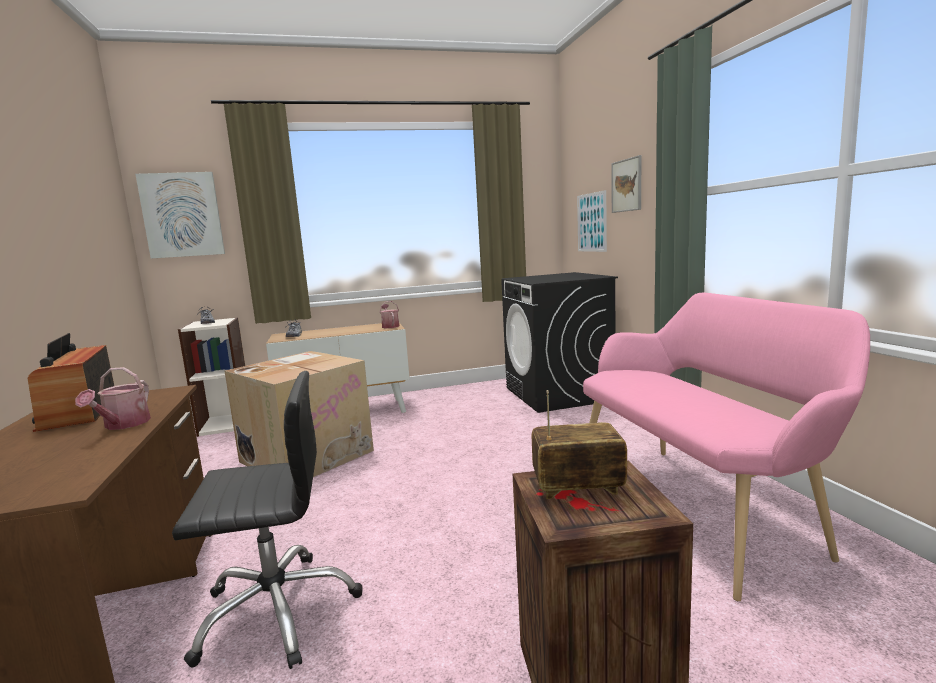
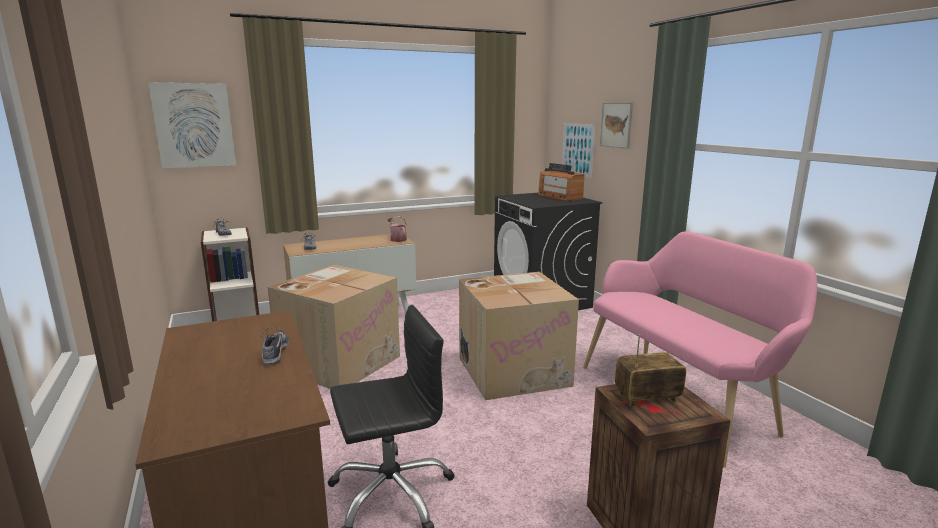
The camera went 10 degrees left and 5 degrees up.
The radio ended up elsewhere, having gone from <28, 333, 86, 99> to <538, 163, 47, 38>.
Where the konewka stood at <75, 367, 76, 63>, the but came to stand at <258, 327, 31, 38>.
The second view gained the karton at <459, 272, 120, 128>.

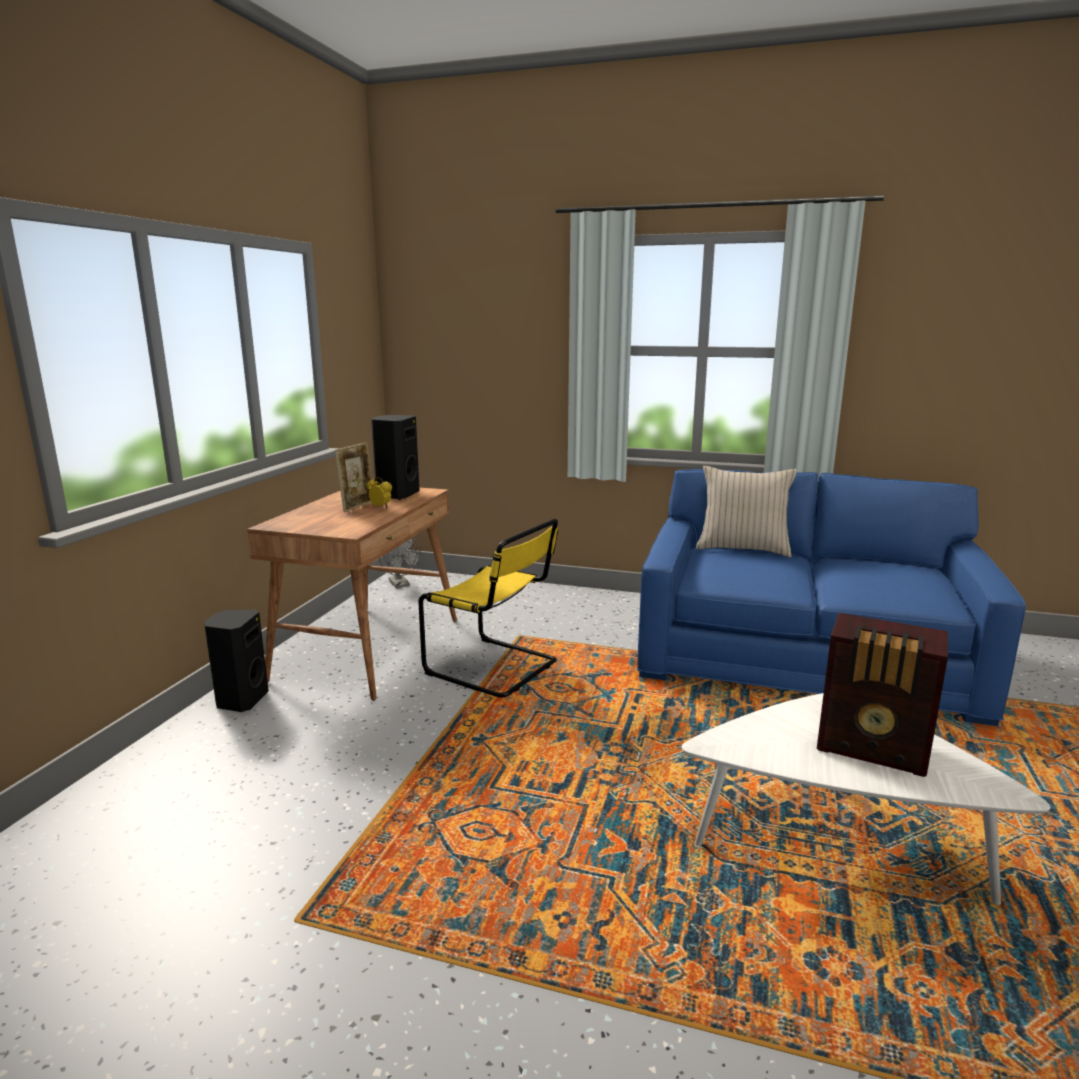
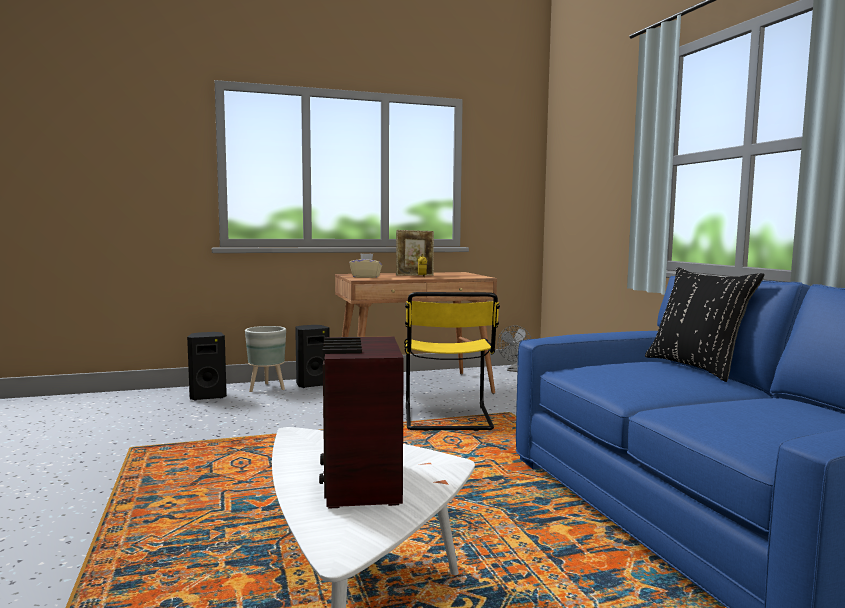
The camera went 55 degrees right and 10 degrees down.
The głośnik (czarny) ended up elsewhere, having gone from <371, 415, 48, 85> to <187, 332, 40, 68>.
What was the poduszka (beżowy) at <696, 466, 101, 91> turned into the poduszka (czarny) at <645, 267, 120, 115>.
The second view gained the pudełko chusteczek (beżowy) at <350, 254, 32, 24>.
The second view gained the donica (szary) at <245, 326, 41, 66>.

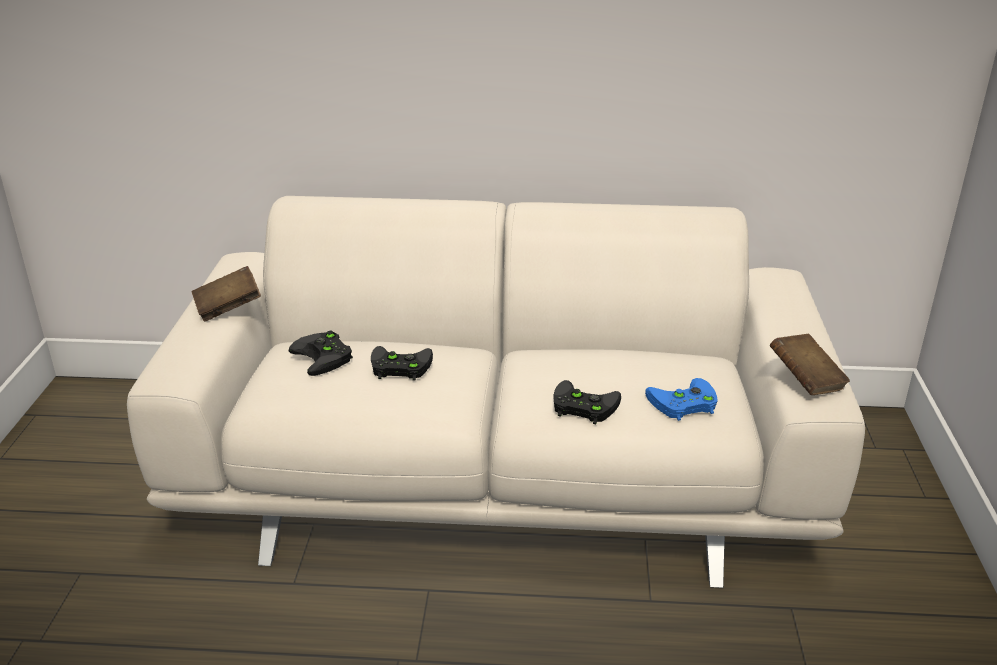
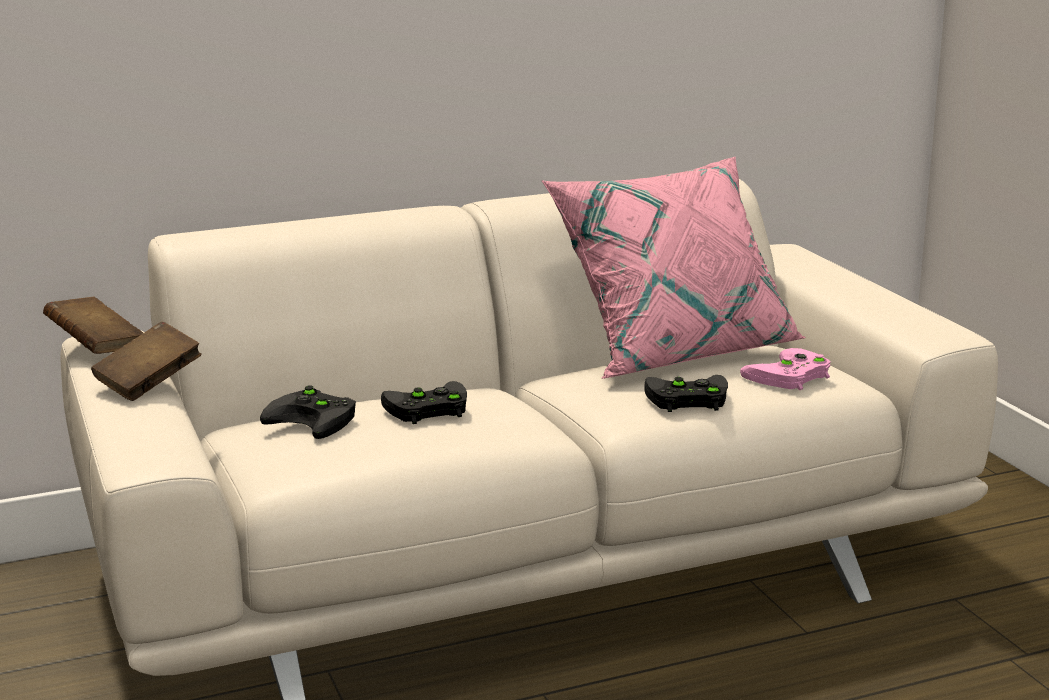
The camera went 25 degrees left and 10 degrees down.
The książka (brązowy) ended up elsewhere, having gone from <770, 334, 80, 61> to <43, 297, 100, 57>.
What was the pad do gier (niebieski) at <645, 378, 73, 43> turned into the pad do gier (różowy) at <740, 348, 91, 42>.
The second view gained the poduszka (różowy) at <542, 156, 264, 223>.

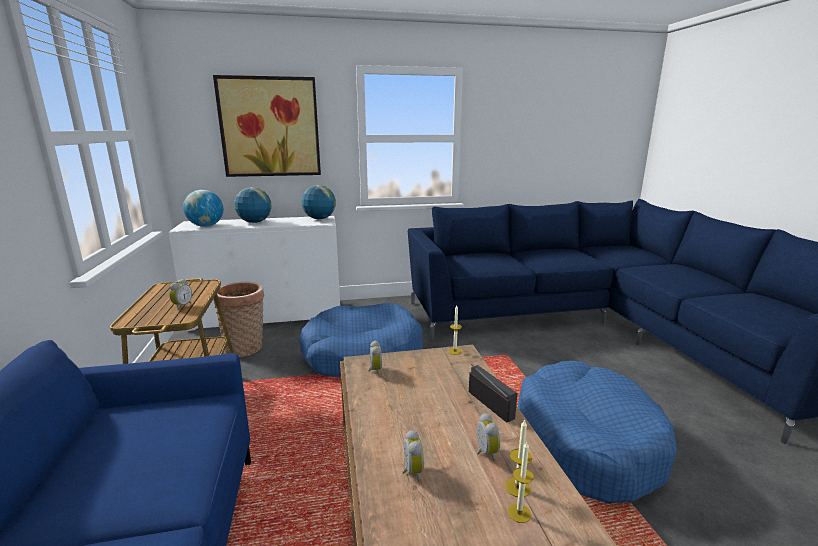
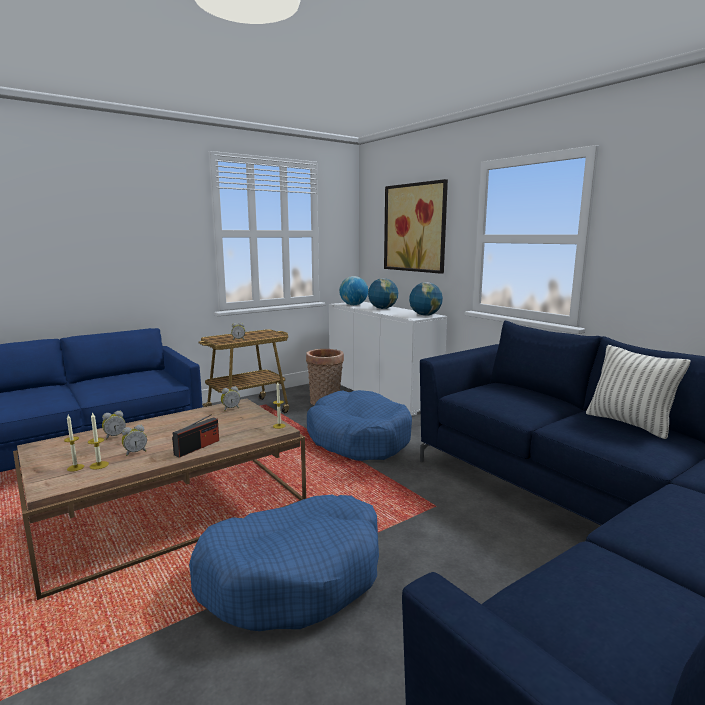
The camera went 65 degrees right and 5 degrees down.
The second view gained the poduszka at <586, 345, 104, 94>.

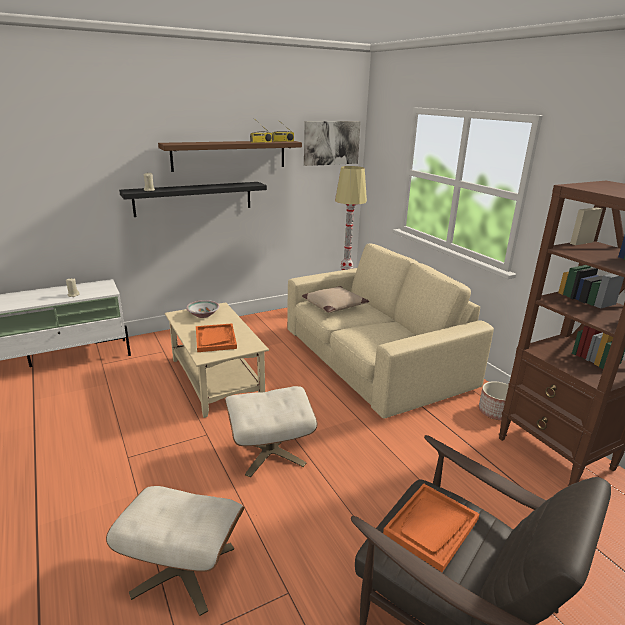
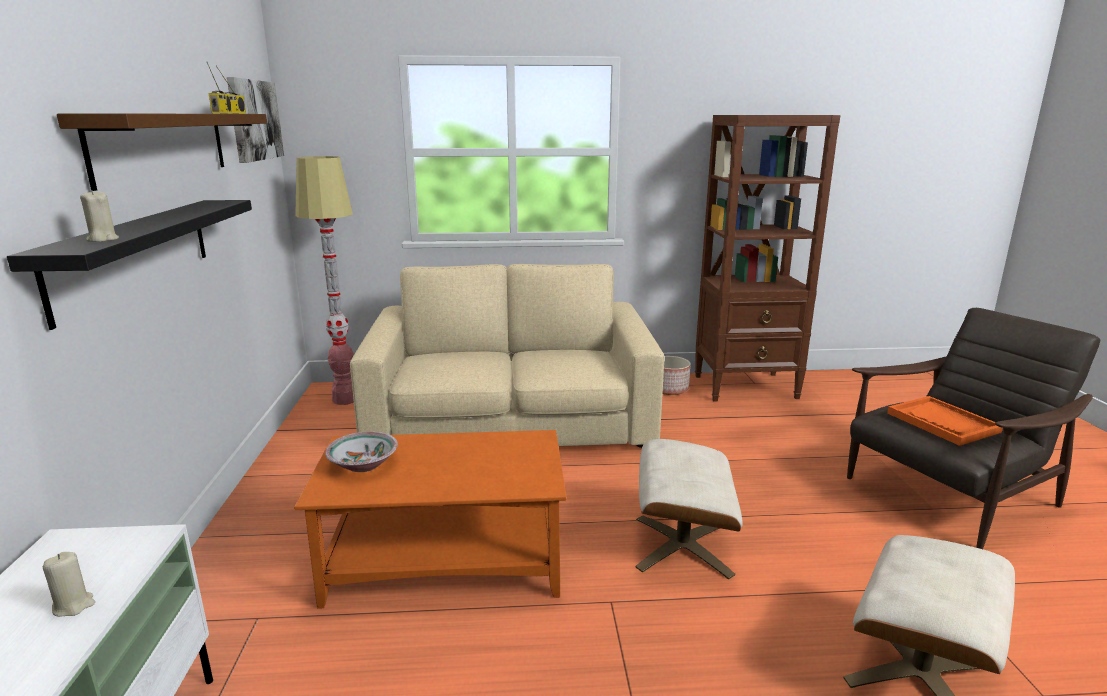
The camera went 65 degrees left and 5 degrees down.
The second view lost the poduszka (beżowy) at <302, 286, 67, 27>.
What was the ława (beżowy) at <165, 303, 104, 115> turned into the ława (pomarańczowy) at <294, 430, 273, 179>.
The second view lost the taca (pomarańczowy) at <196, 323, 41, 29>.

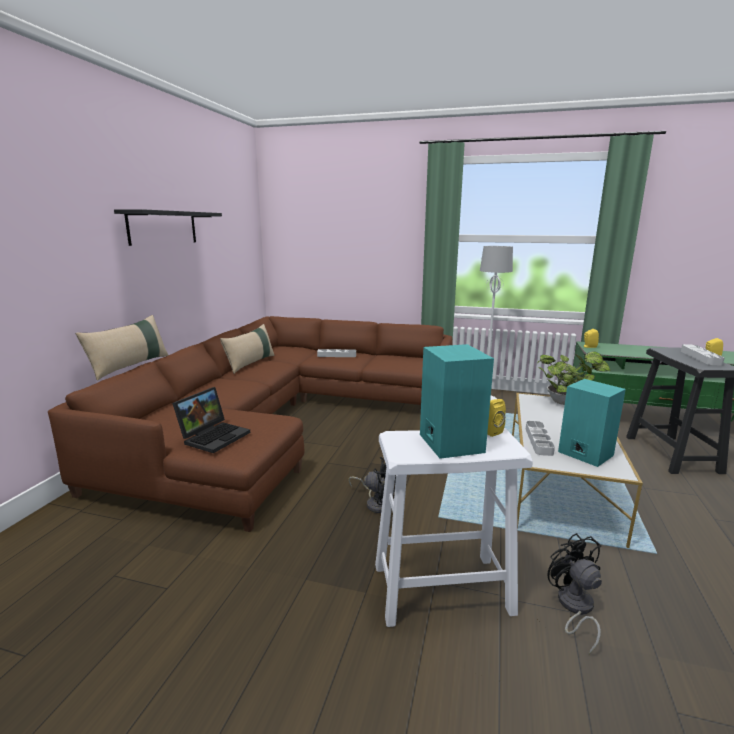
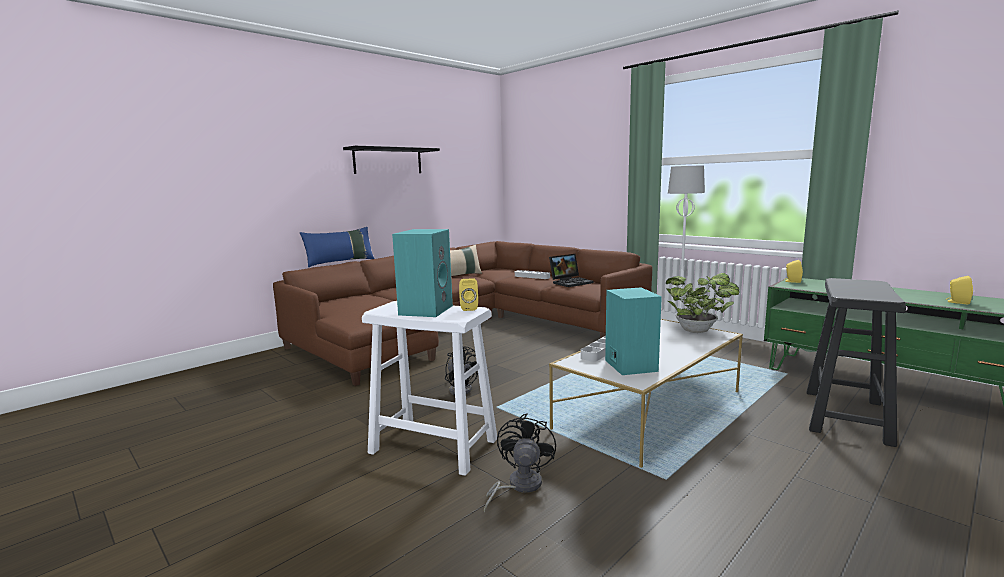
The camera went 30 degrees right and 5 degrees down.
What was the poduszka (beżowy) at <75, 315, 94, 66> turned into the poduszka (niebieski) at <300, 227, 75, 40>.
The second view lost the taca (szary) at <681, 344, 43, 21>.
The laptop ended up elsewhere, having gone from <172, 387, 78, 66> to <549, 254, 44, 33>.

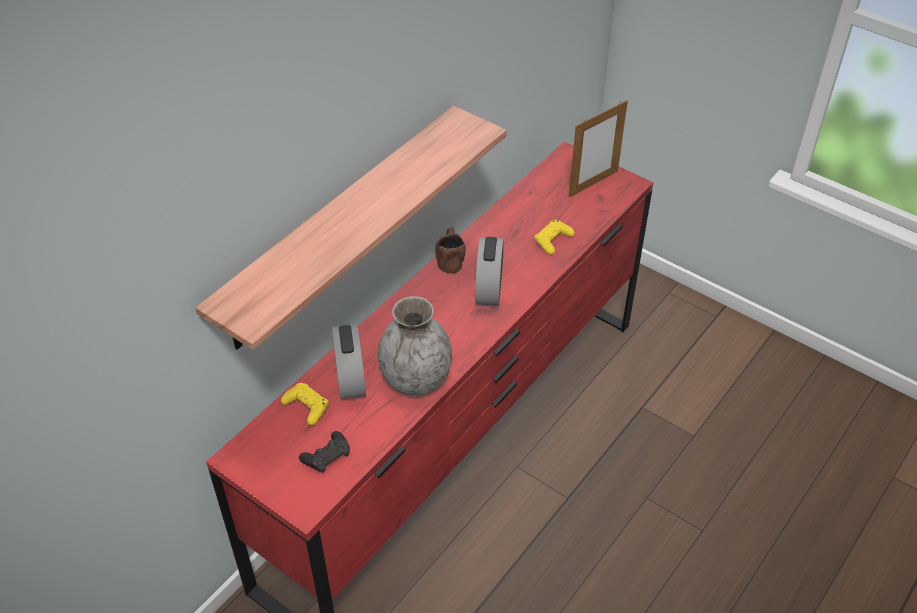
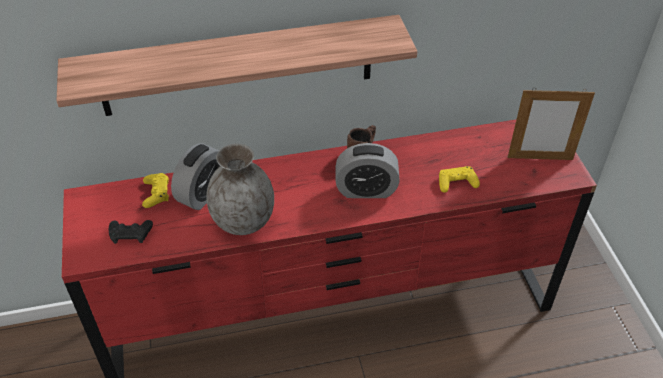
The camera went 40 degrees right and 0 degrees up.
The budzik at <475, 237, 29, 69> ended up facing another way, 45 degrees clockwise from before.

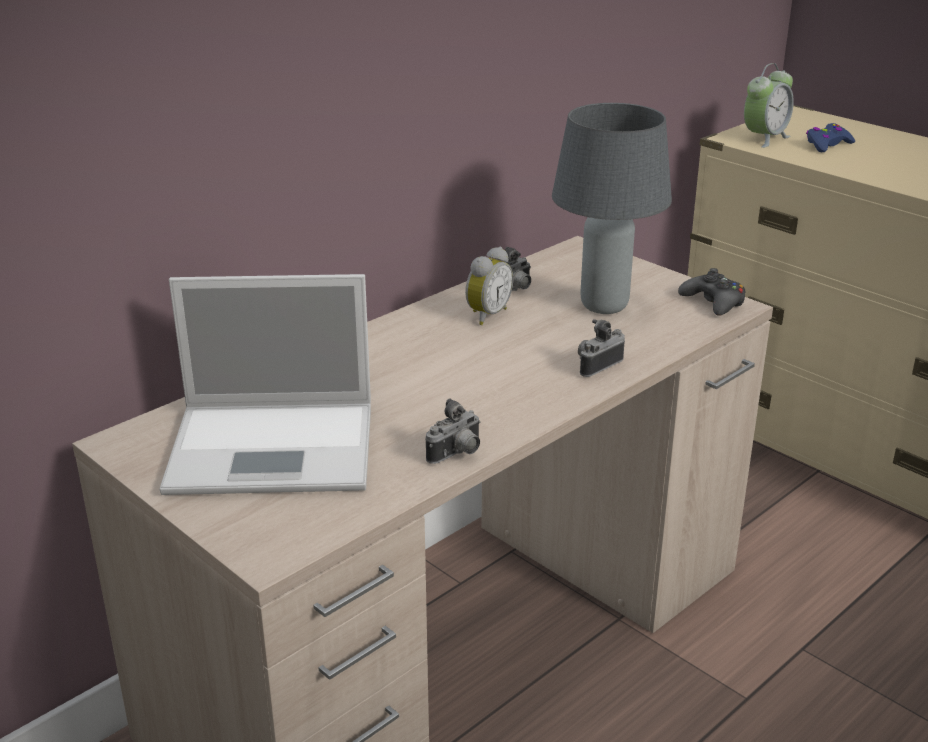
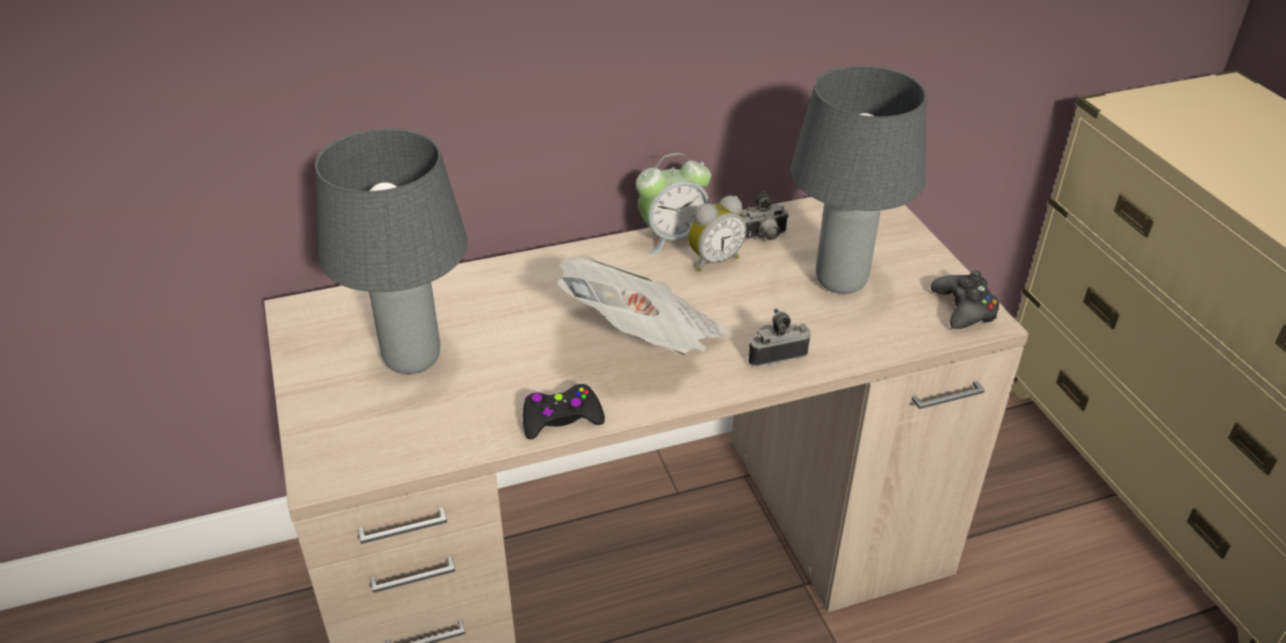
The camera went 25 degrees right and 10 degrees up.
The budzik ended up elsewhere, having gone from <744, 63, 50, 85> to <636, 153, 75, 101>.
The second view lost the pad do gier (niebieski) at <806, 123, 49, 30>.
Where the laptop stood at <160, 274, 211, 221>, the lampa stołowa (szary) came to stand at <315, 128, 153, 246>.
Where the aparat fotograficzny stood at <426, 398, 55, 66>, the pad do gier (czarny) came to stand at <523, 384, 82, 55>.
The second view gained the gazeta at <556, 255, 175, 100>.

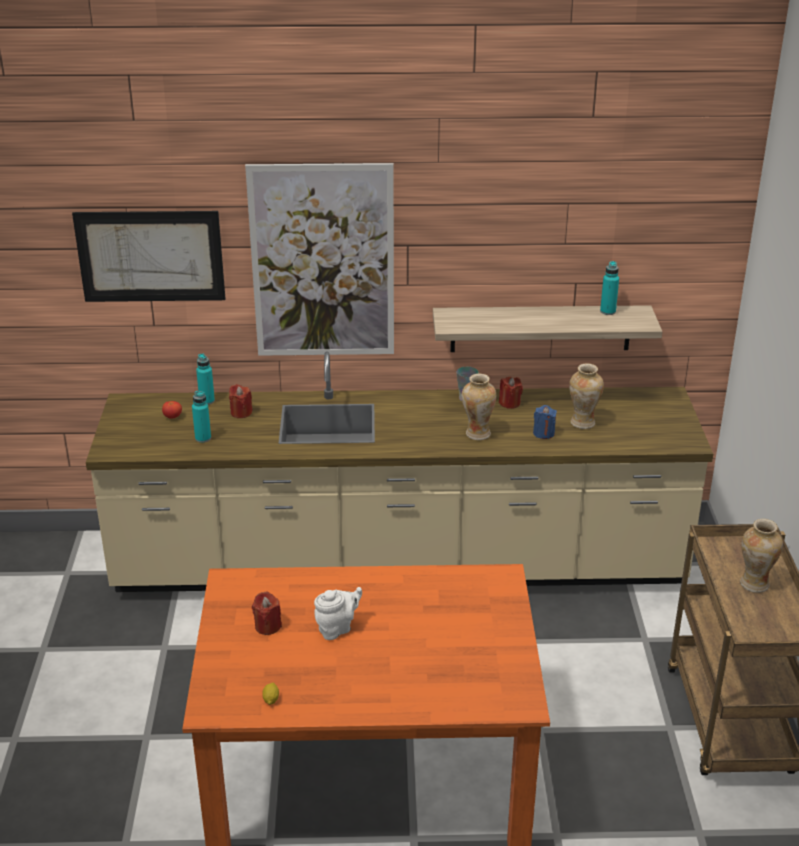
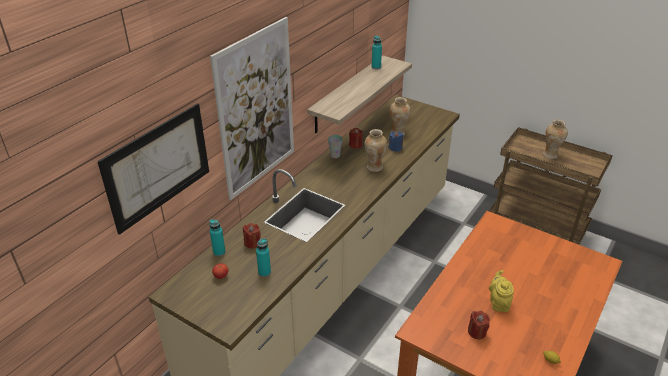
The camera went 55 degrees left and 5 degrees up.
What was the imbryk (biały) at <314, 587, 48, 53> turned into the imbryk (żółty) at <489, 270, 25, 42>.

